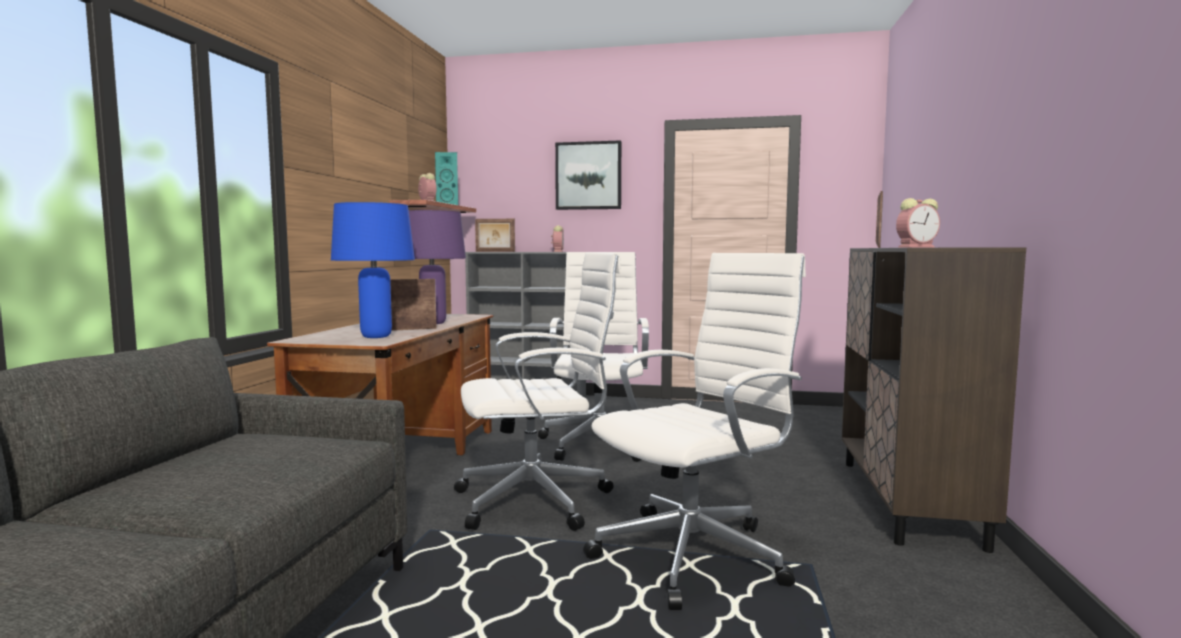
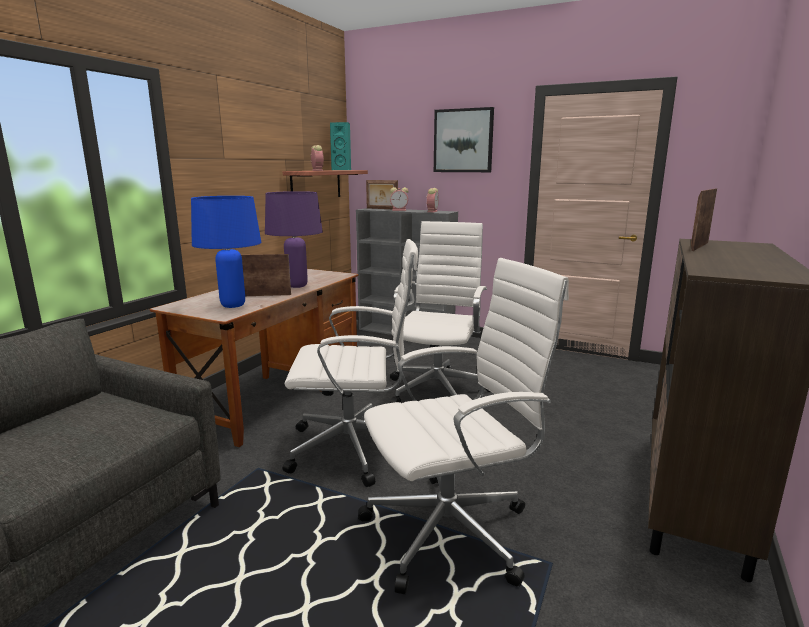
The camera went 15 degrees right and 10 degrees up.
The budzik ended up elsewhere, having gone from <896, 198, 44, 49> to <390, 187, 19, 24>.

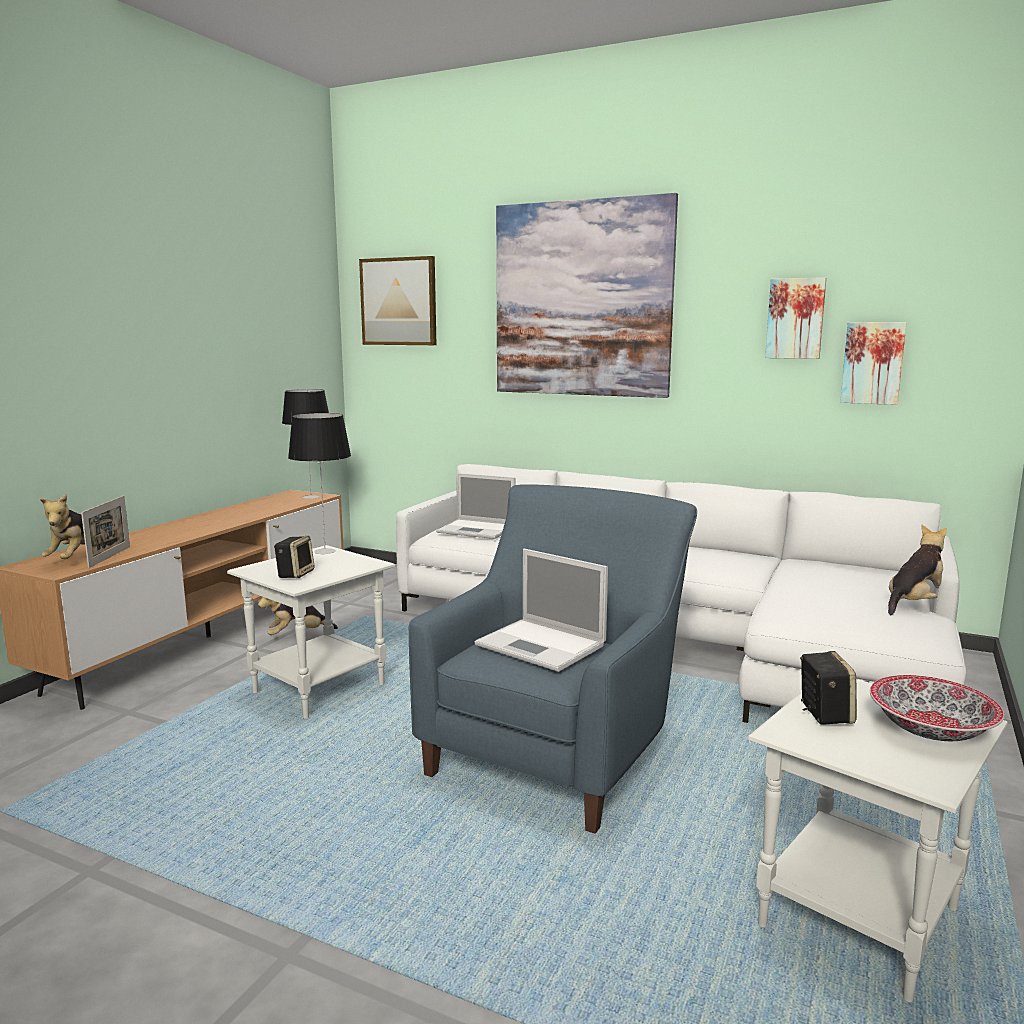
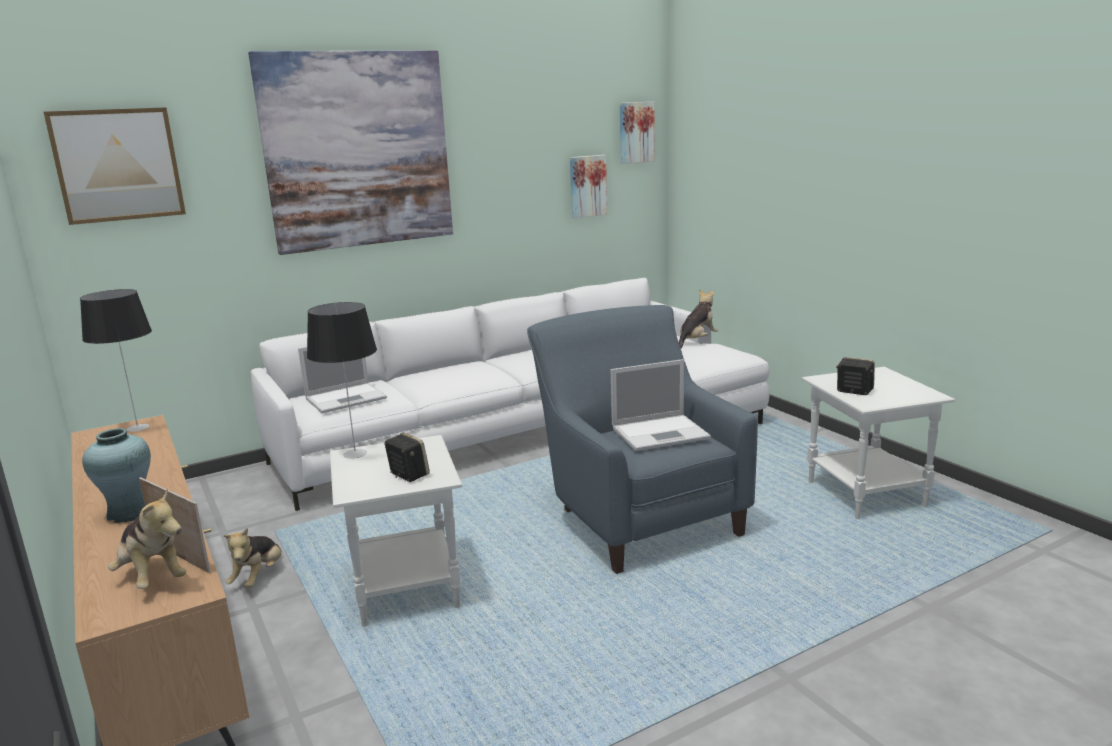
The camera went 55 degrees left and 5 degrees up.
The obraz ended up elsewhere, having gone from <765, 277, 61, 82> to <620, 102, 35, 62>.
The pluszak at <888, 525, 59, 90> ended up facing another way, 45 degrees clockwise from before.
The second view lost the miska at <870, 675, 134, 66>.
The second view gained the wazon (turkusowy) at <82, 428, 69, 95>.

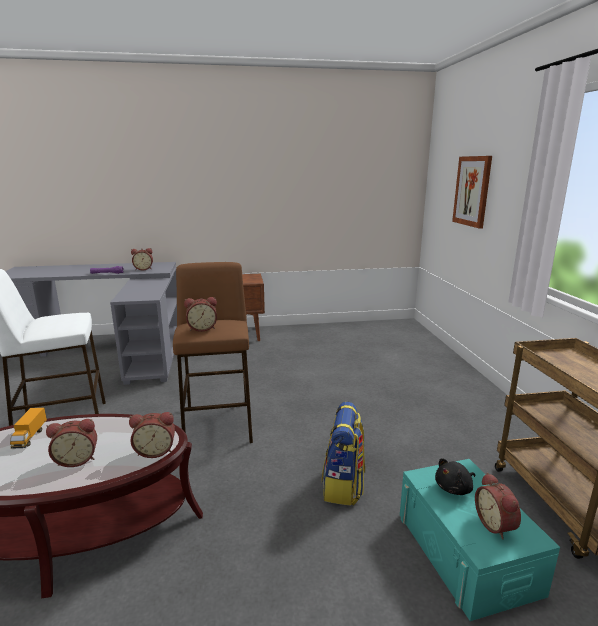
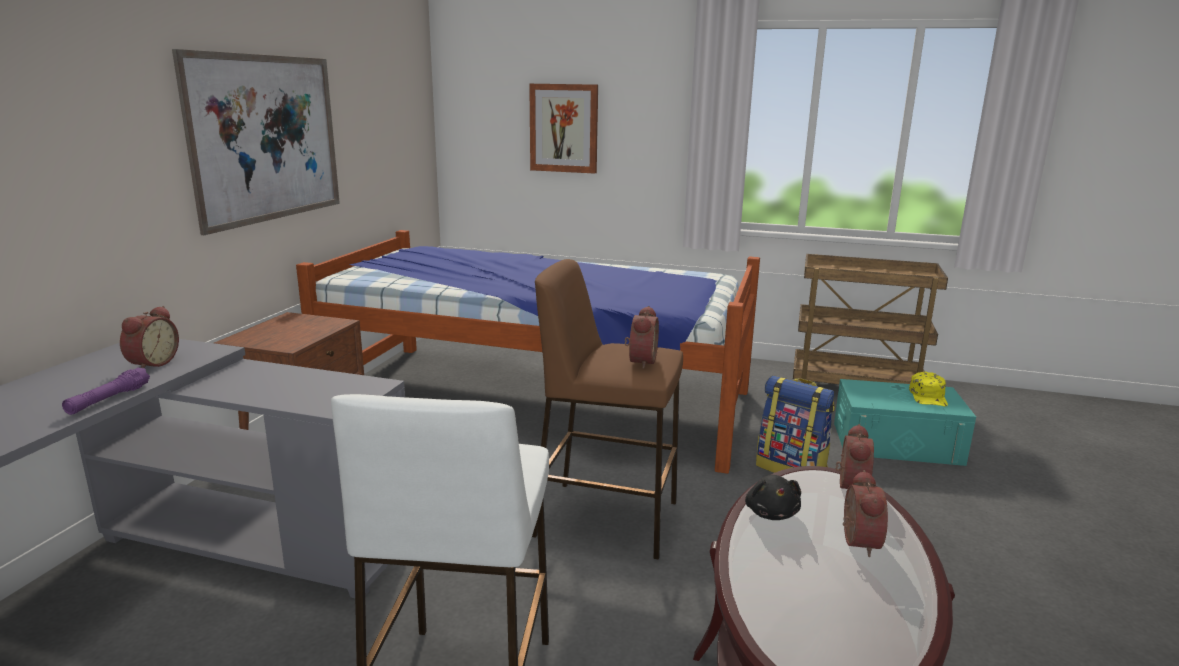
The camera went 65 degrees left and 0 degrees up.
The second view lost the ciężarówka zabawkowa at <10, 407, 37, 42>.
The pluszak (czarny) ended up elsewhere, having gone from <435, 458, 40, 37> to <745, 475, 56, 45>.
Where the budzik stood at <475, 472, 46, 67>, the czapka z daszkiem (żółty) came to stand at <909, 372, 39, 34>.
The second view gained the obraz at <172, 49, 168, 186>.
The second view gained the łóżko at <296, 230, 464, 244>.

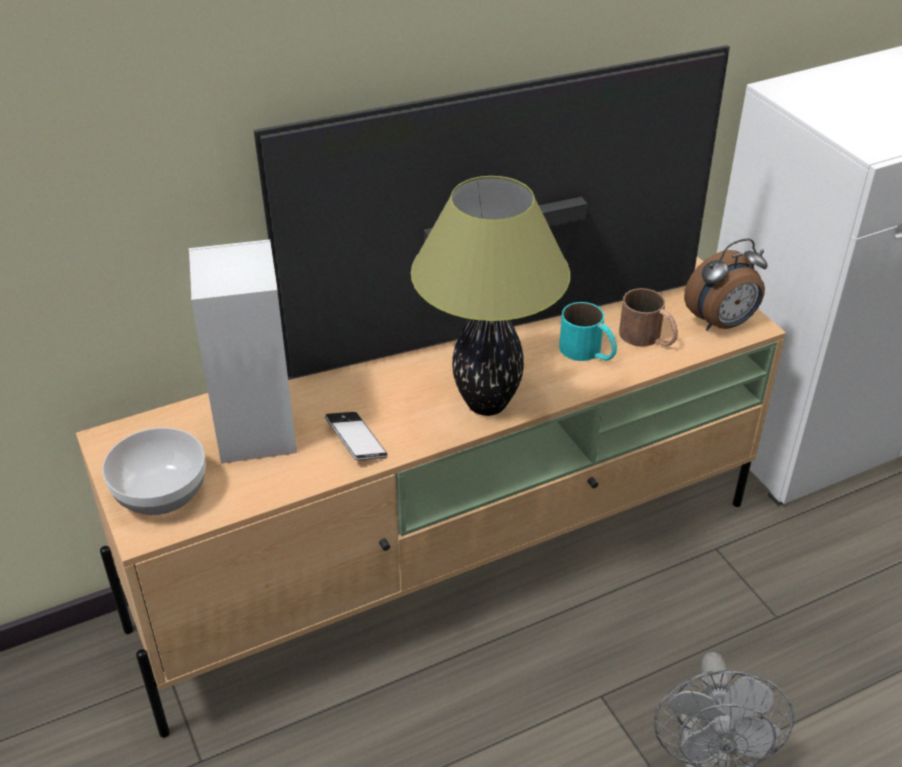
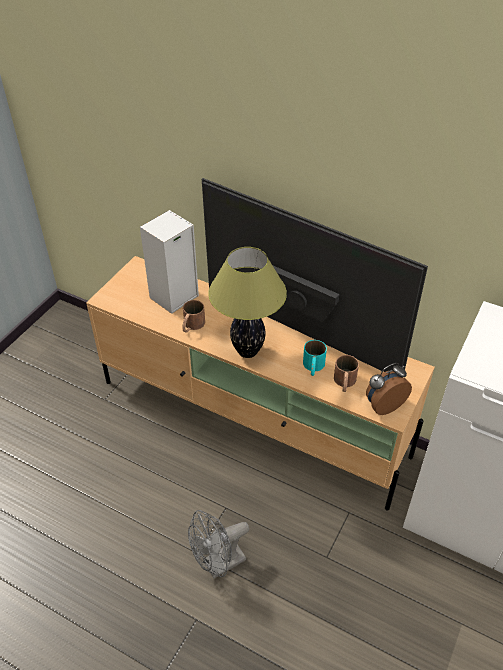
The camera went 55 degrees right and 5 degrees up.
The budzik at <684, 238, 84, 93> ended up facing another way, 120 degrees clockwise from before.
Where the telefon stood at <325, 412, 63, 49>, the kubek (brązowy) came to stand at <183, 300, 22, 33>.
The second view lost the miska at <102, 428, 104, 87>.

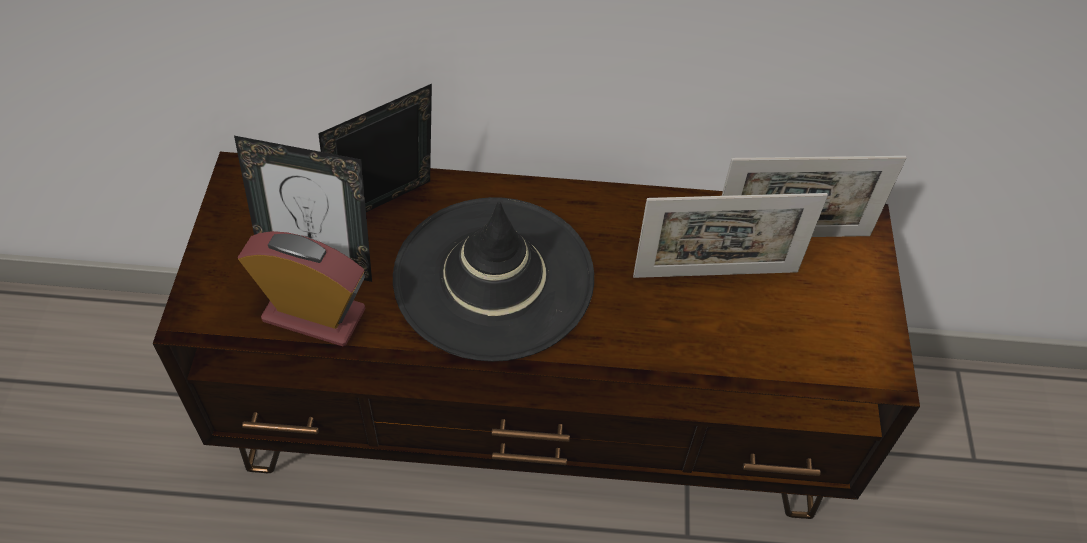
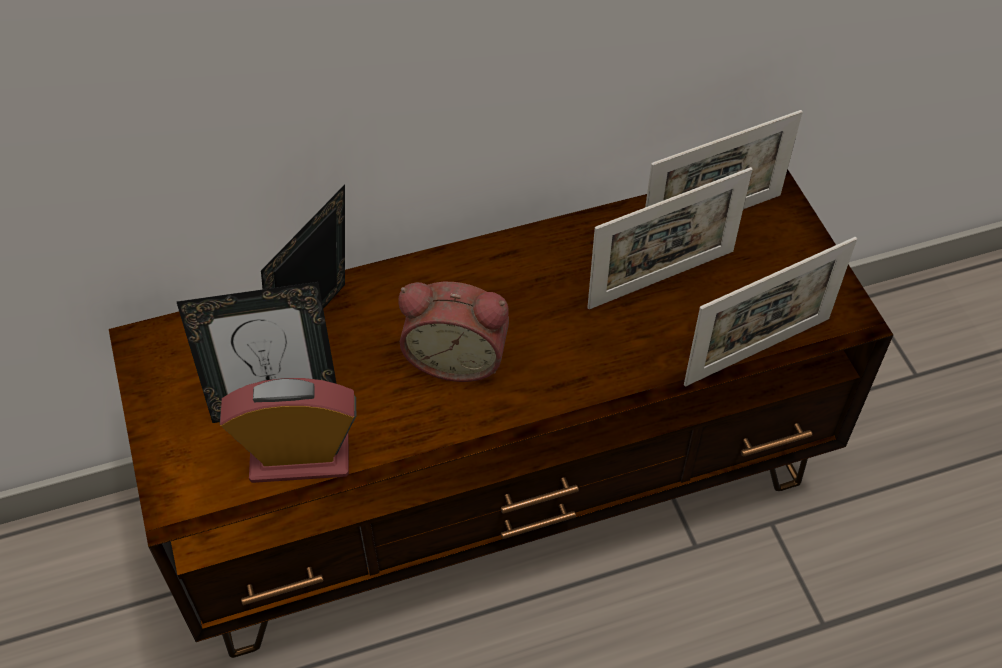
The camera went 20 degrees left and 0 degrees up.
Where the kapelusz (czarny) stood at <393, 197, 201, 165>, the budzik came to stand at <399, 282, 110, 100>.
The second view gained the ramka na zdjęcie at <684, 237, 173, 149>.

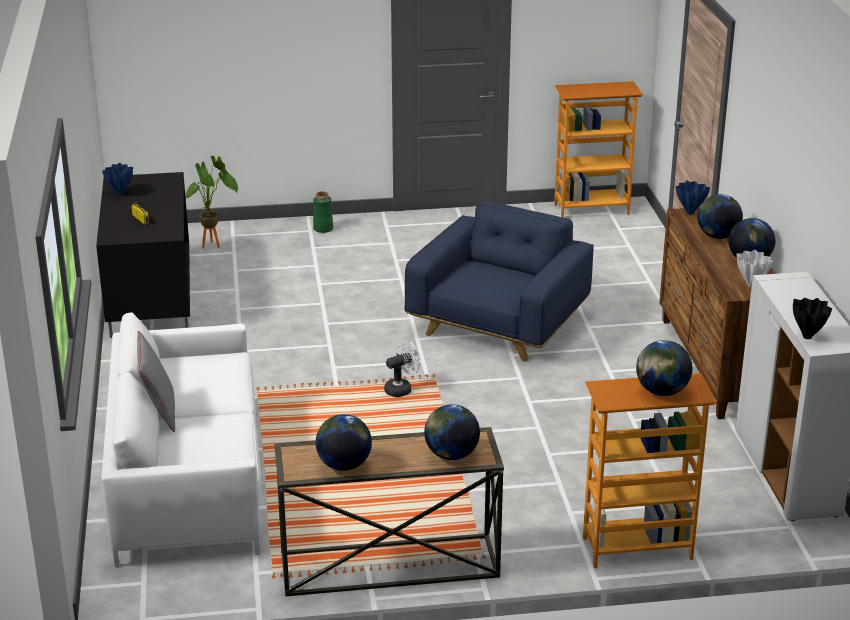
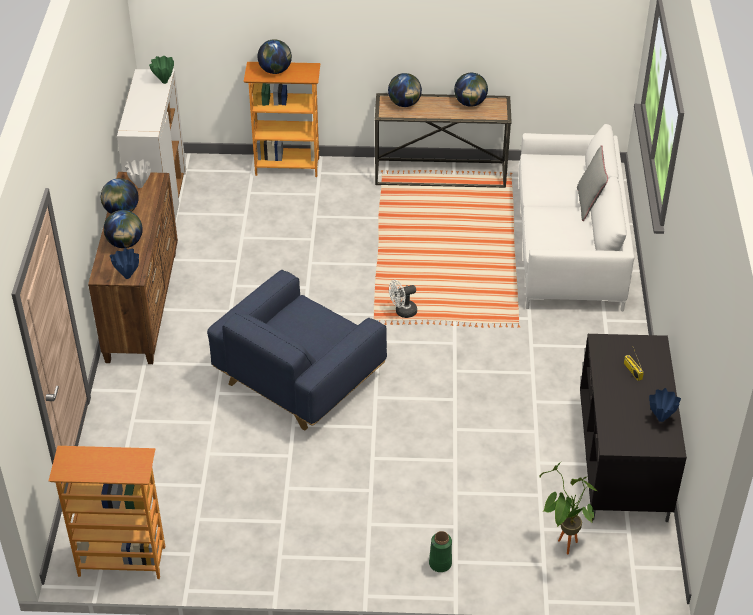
The camera went 170 degrees left and 15 degrees up.
What was the wazon (czarny) at <793, 298, 39, 41> turned into the wazon (zielony) at <149, 56, 25, 28>.

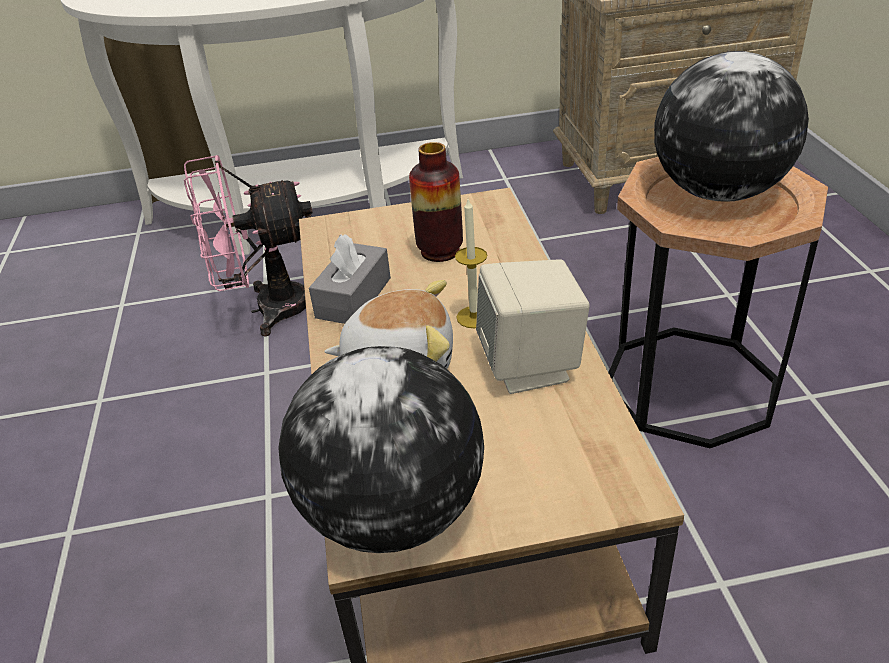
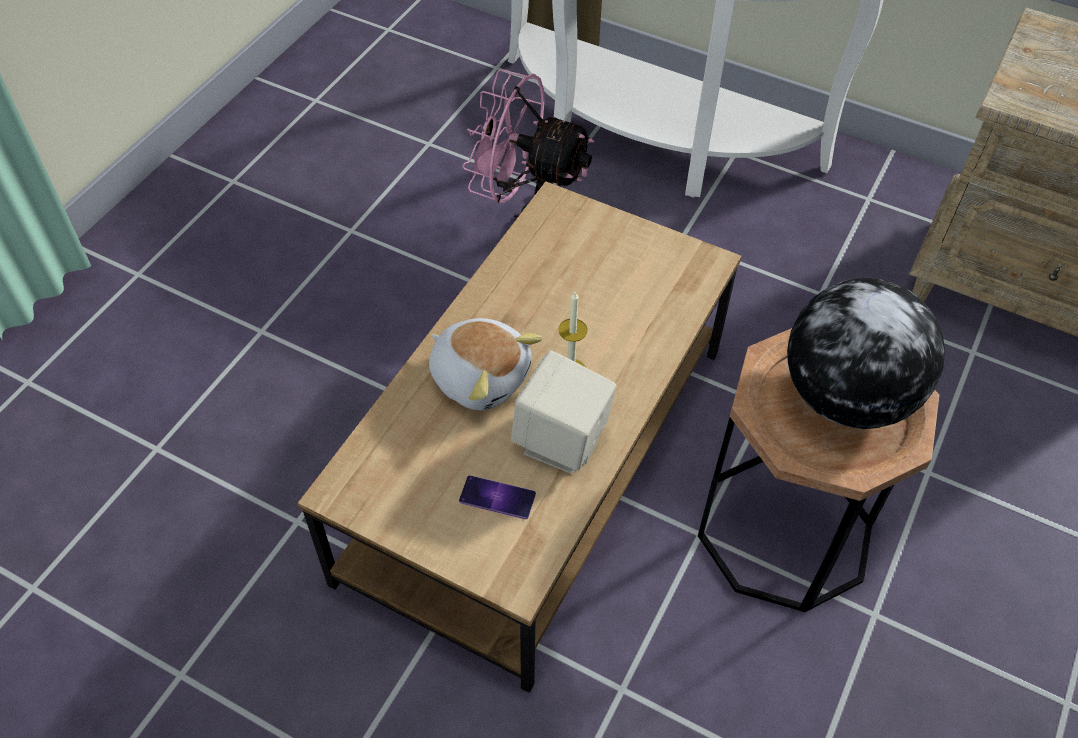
The camera went 35 degrees right and 15 degrees up.
The second view lost the wazon at <409, 142, 54, 120>.
The second view lost the pudełko chusteczek (szary) at <309, 234, 82, 90>.
The second view lost the globus at <278, 346, 206, 207>.
The second view gained the telefon at <459, 475, 77, 44>.

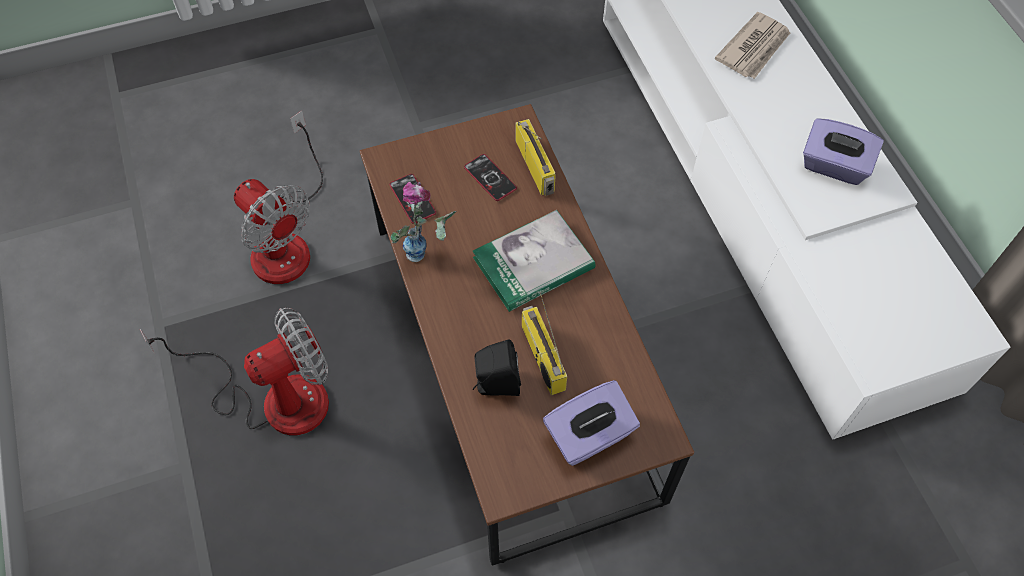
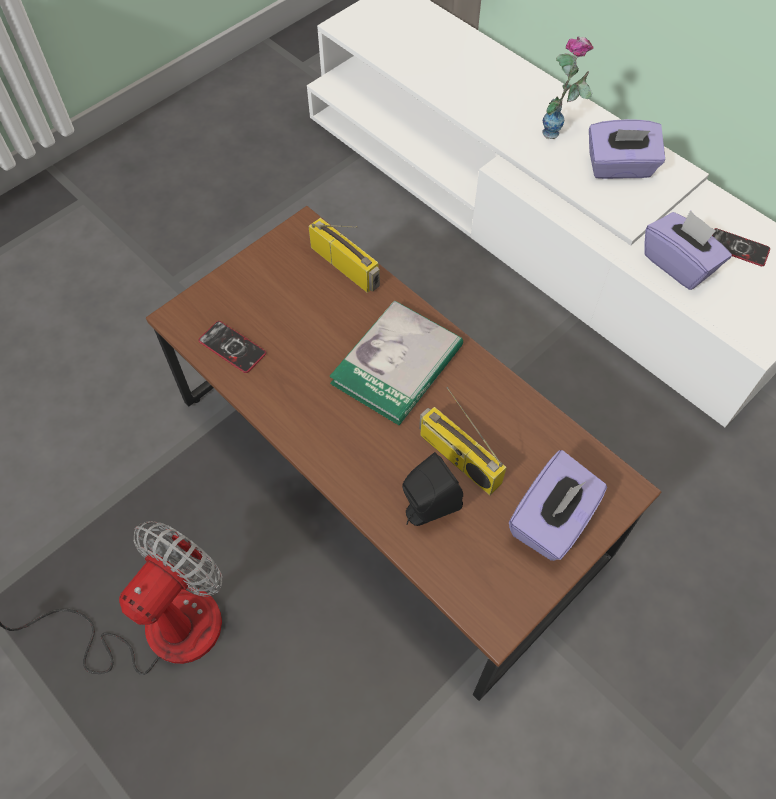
The camera went 25 degrees left and 0 degrees up.
The second view lost the gazeta at <715, 12, 75, 67>.
The second view lost the wentylator at <234, 111, 89, 173>.
The telefon ended up elsewhere, having gone from <464, 154, 53, 47> to <712, 228, 58, 38>.
The wazon ended up elsewhere, having gone from <391, 182, 65, 80> to <542, 36, 52, 103>.
The second view gained the pudełko chusteczek (fioletowy) at <644, 210, 88, 80>.

